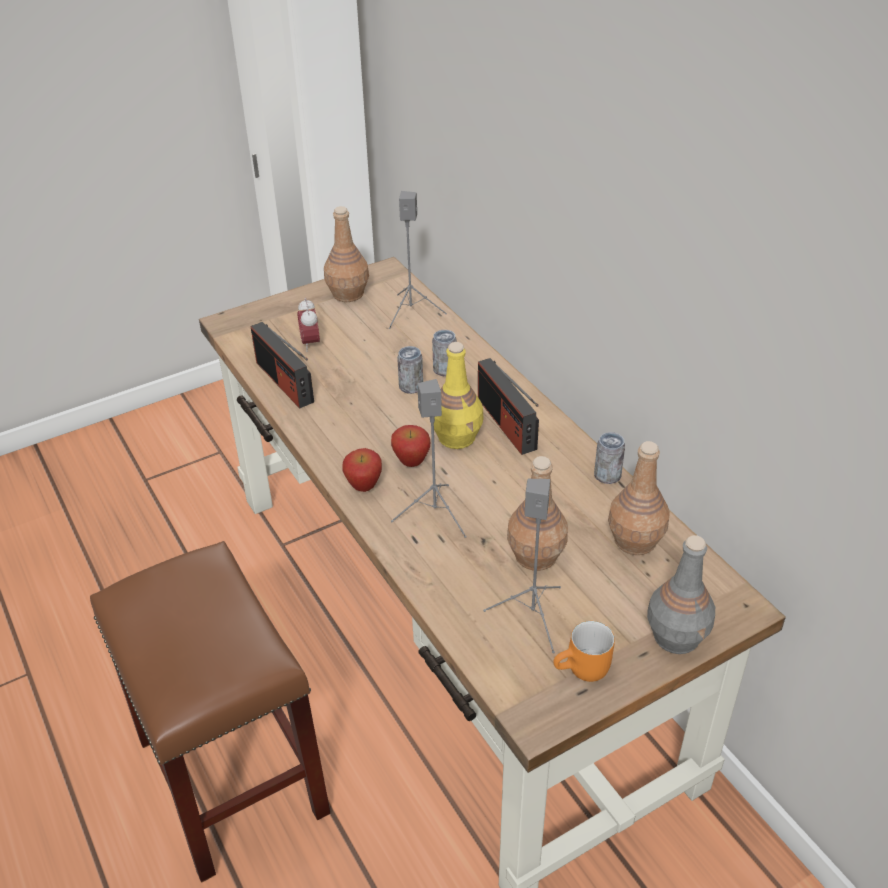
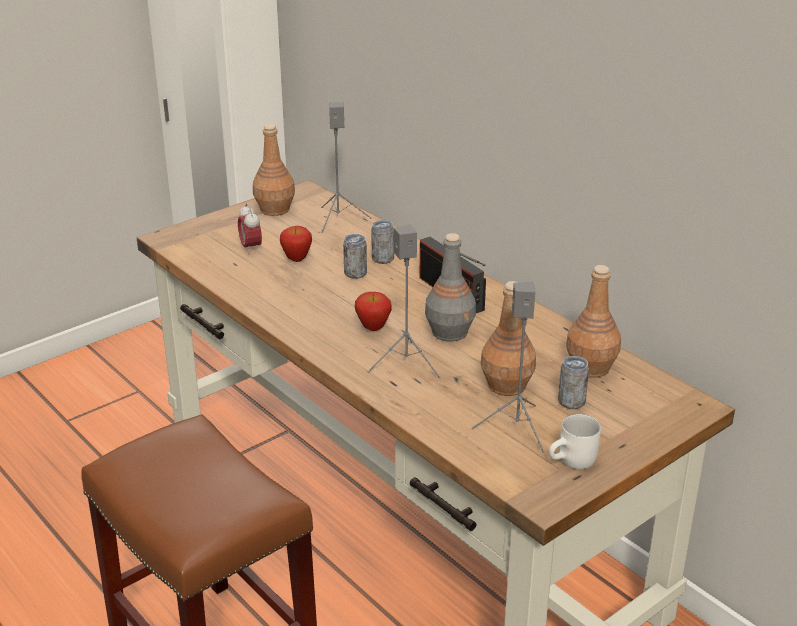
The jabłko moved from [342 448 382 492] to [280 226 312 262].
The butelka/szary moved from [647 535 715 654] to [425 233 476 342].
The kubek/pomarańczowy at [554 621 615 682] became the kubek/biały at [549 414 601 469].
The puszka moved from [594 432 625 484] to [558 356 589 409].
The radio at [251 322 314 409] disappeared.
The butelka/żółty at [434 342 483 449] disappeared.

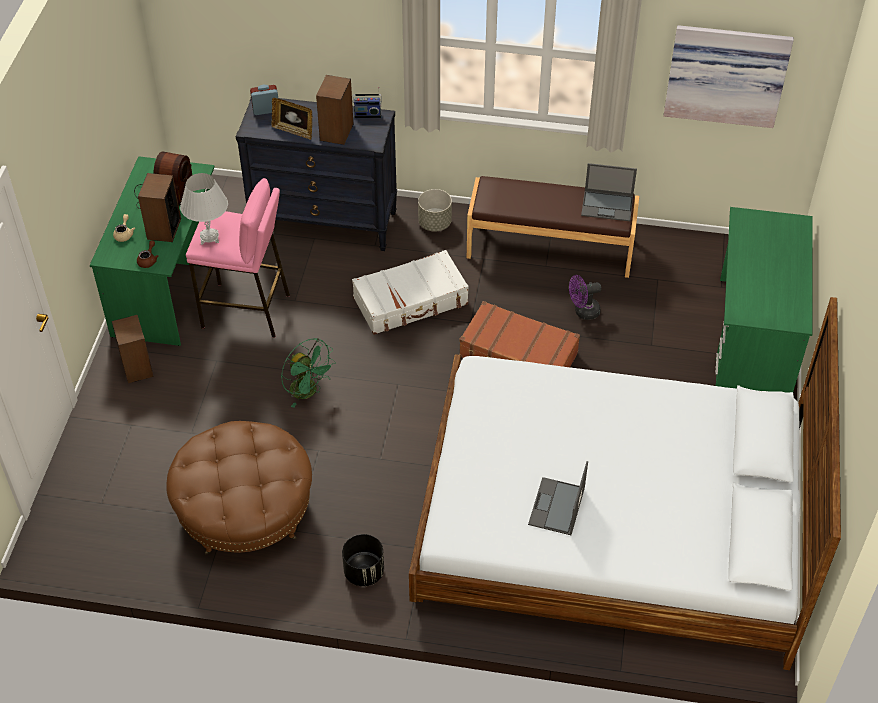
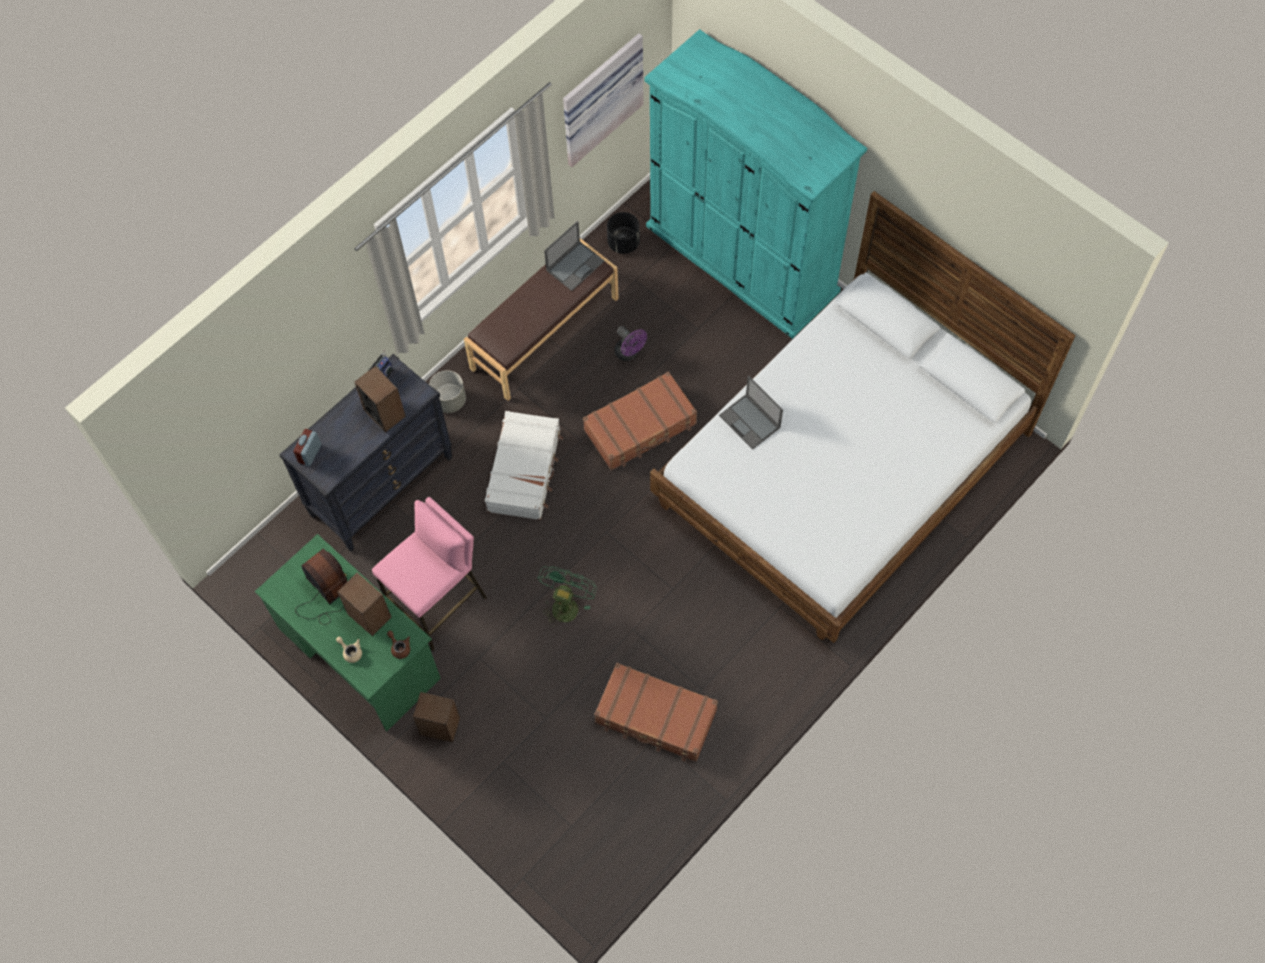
The wentylator/zielony at [281 338 336 408] turned 60 degrees counterclockwise.
The pufa/brązowy at [166 421 312 554] was replaced by the walizka/brązowy at [594 663 718 762].
The donica/czarny moved from [342 534 384 586] to [607 212 640 254].
The wentylator/fioletowy at [569 275 601 320] turned 60 degrees counterclockwise.
The biurko/zielony at [715 207 813 393] was replaced by the szafa/turkusowy at [644 29 867 339].
The laptop moved from [528 461 588 535] to [719 376 783 450].
The lampa stołowa/biały at [180 173 228 245] disappeared.
The ramka na zdjęcie at [271 98 312 140] disappeared.

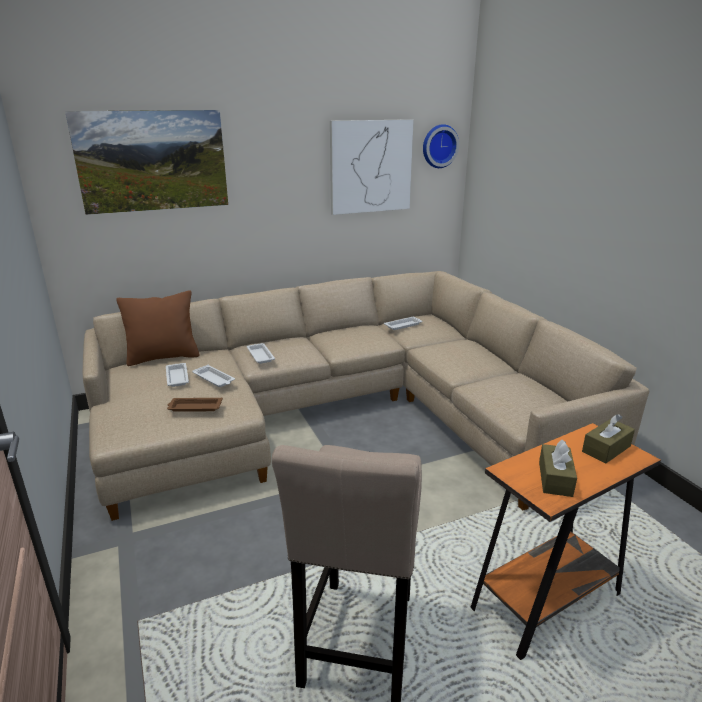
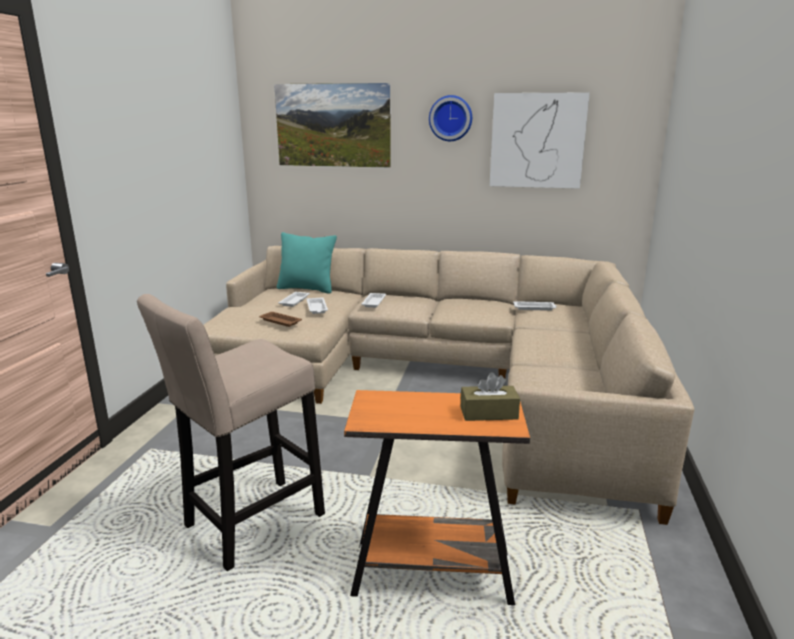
The poduszka/brązowy at [116 290 200 366] became the poduszka/turkusowy at [277 232 337 294].
The zegar ścienny moved from [423 124 459 168] to [429 95 472 141].
The pudełko chusteczek/brązowy at [539 439 577 497] disappeared.

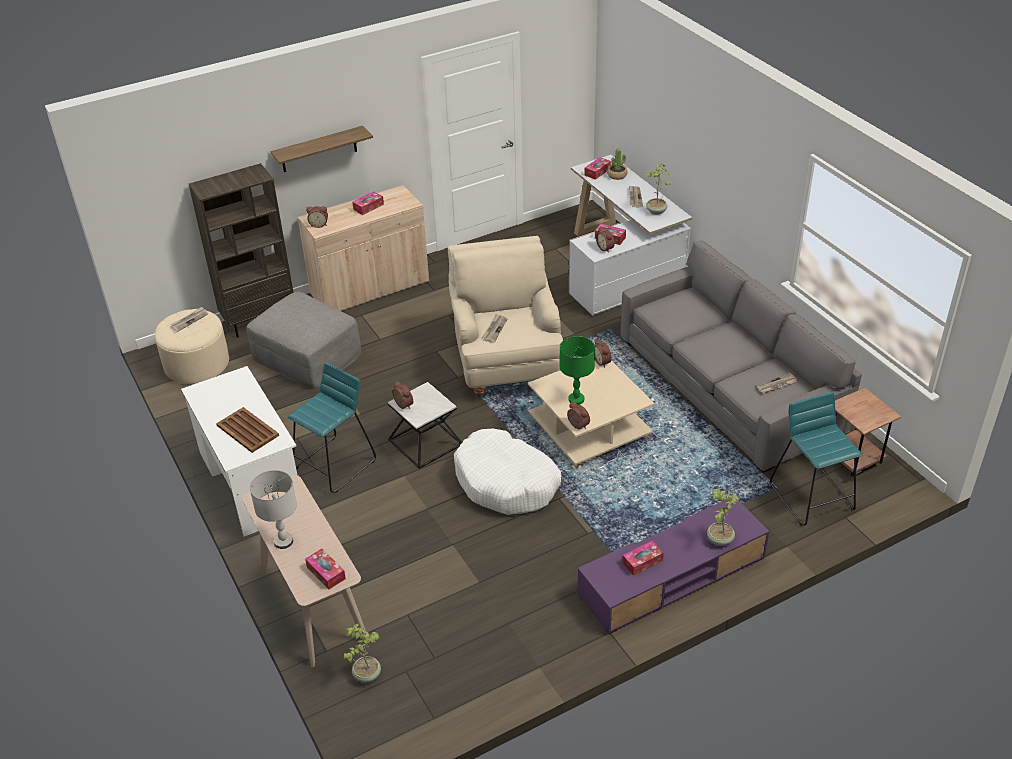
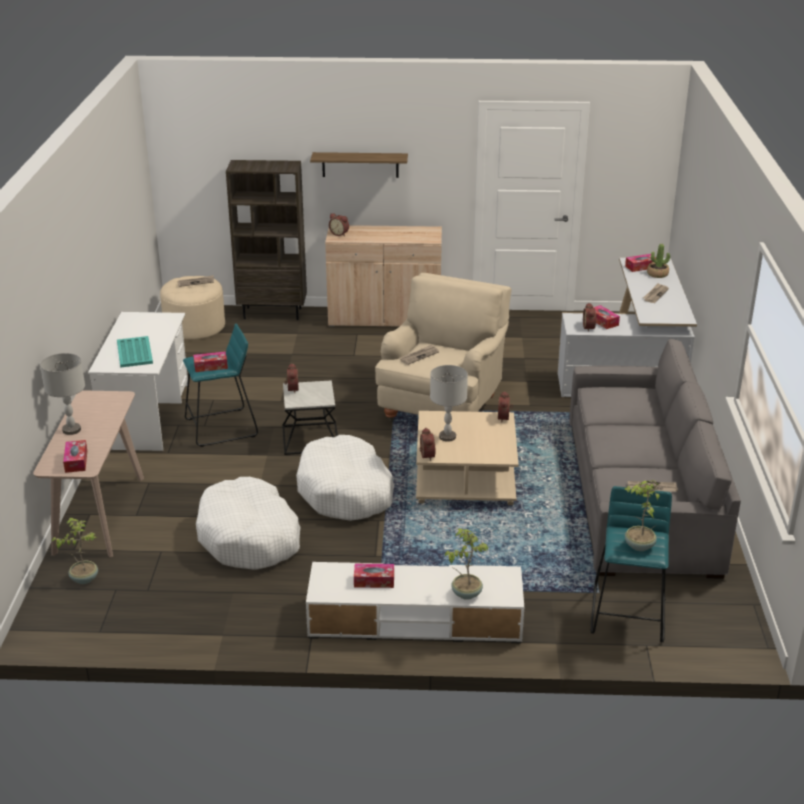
The taca/brązowy at [216 407 279 453] became the taca/turkusowy at [117 336 153 368].
The pudełko chusteczek moved from [353 191 384 215] to [193 352 228 372].
The legowisko/biały at [196 477 300 570] appeared.
The szafka pod telewizor/fioletowy at [578 499 770 634] became the szafka pod telewizor/biały at [306 562 524 643].
The lampa stołowa/zielony at [559 336 595 405] became the lampa stołowa/szary at [430 365 468 442].
The roślina doniczkowa moved from [644 163 671 215] to [625 480 660 551].
The pufa/szary at [246 291 362 389] disappeared.
The stolik/brązowy at [835 387 901 477] disappeared.

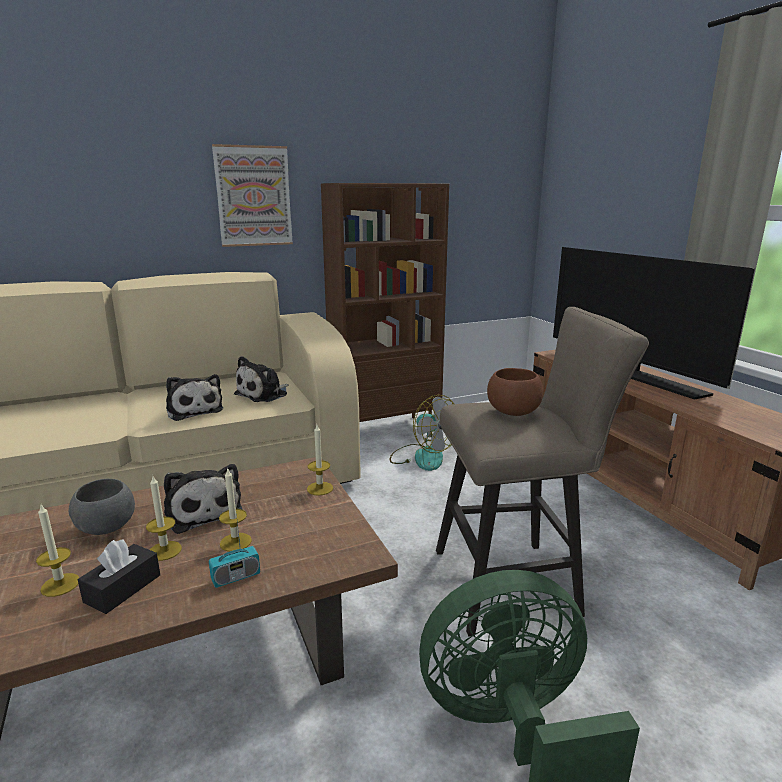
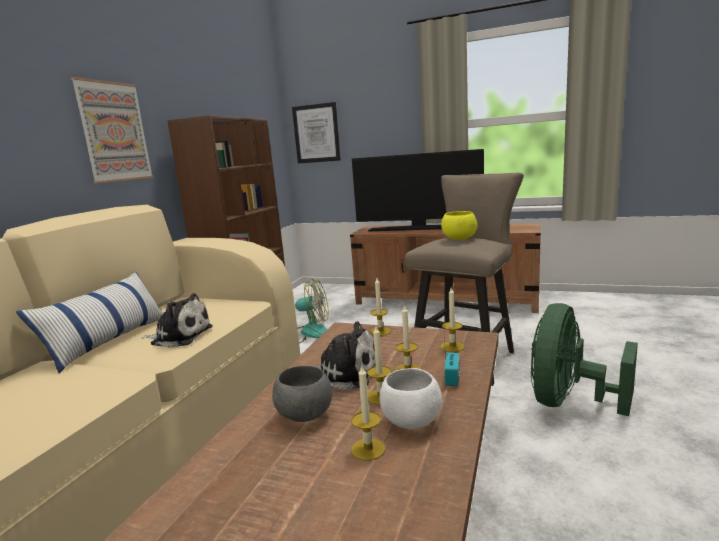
The poduszka at [16 272 163 373] appeared.
The obraz at [292 102 341 163] appeared.
The pudełko chusteczek/czarny at [78 539 160 614] was replaced by the miska/biały at [379 368 442 429].
The miska/brązowy at [487 368 543 416] became the miska/żółty at [441 211 477 240].
The świeca at [441 288 465 352] appeared.
The pluszak at [234 356 289 402] disappeared.

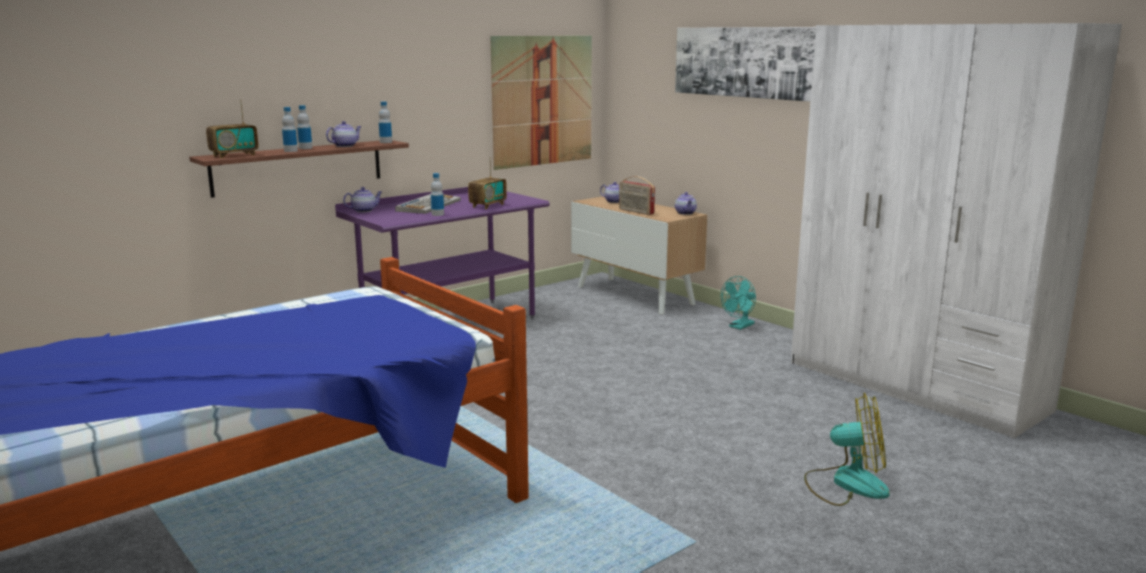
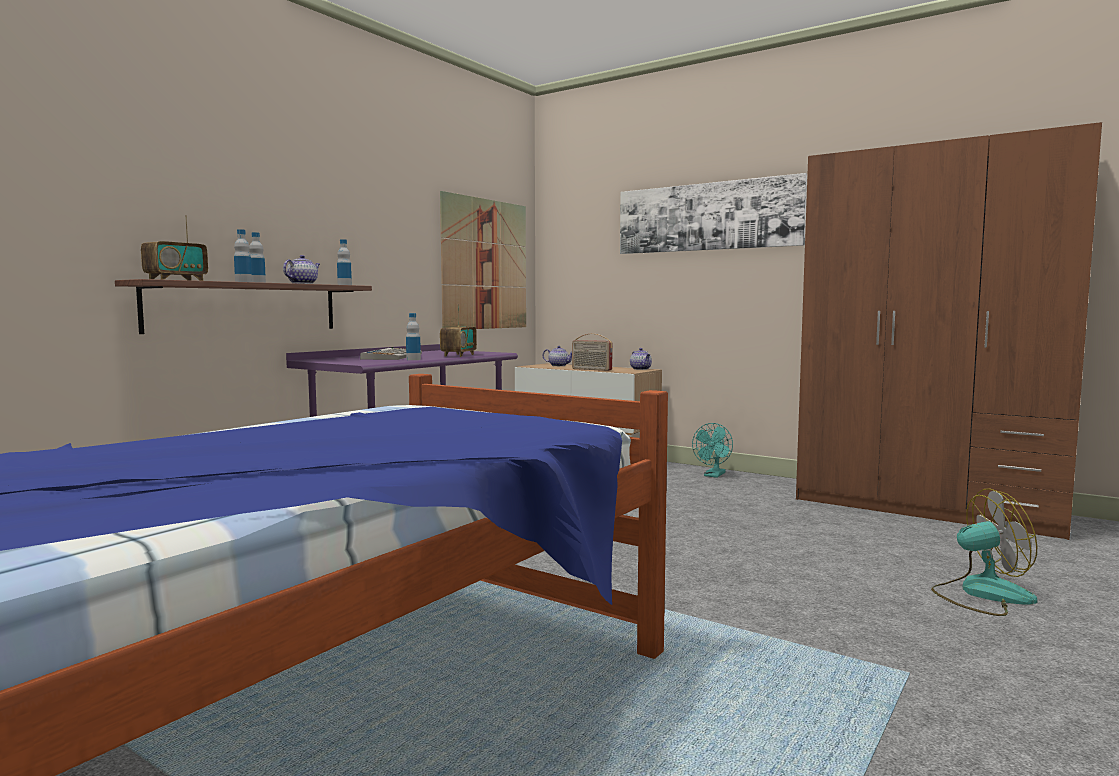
The szafa/biały at [791 23 1122 439] became the szafa/brązowy at [796 122 1102 540].
The imbryk at [343 187 382 212] disappeared.

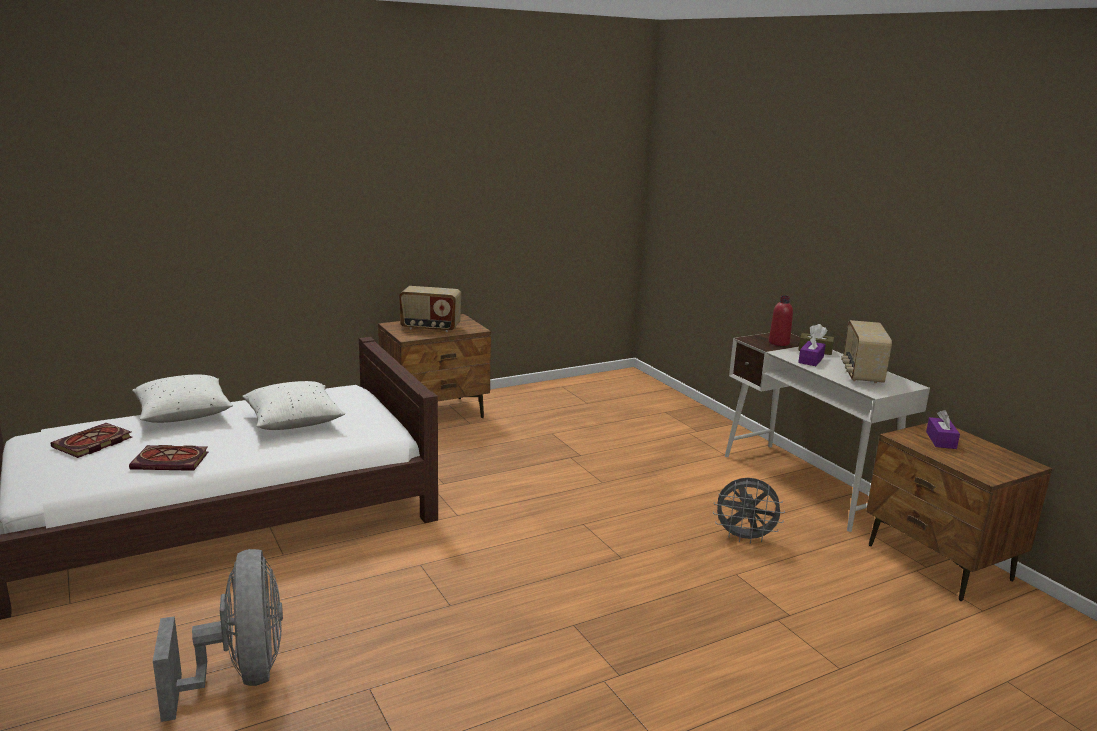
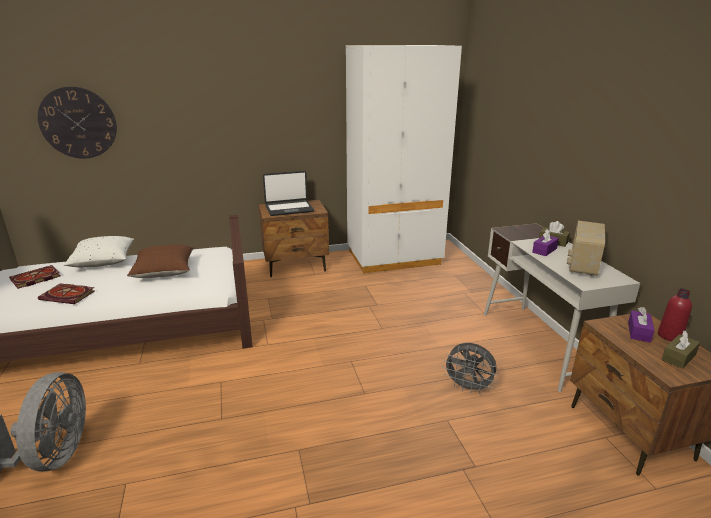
The zegar ścienny at [38 86 117 159] appeared.
The poduszka/biały at [242 381 345 430] became the poduszka/brązowy at [127 245 194 278].
The radio at [399 286 461 332] was replaced by the laptop at [263 171 314 216].
The szafa/biały at [346 45 462 274] appeared.
The butelka/czerwony moved from [769 295 793 346] to [658 288 692 341].
The pudełko chusteczek/brązowy at [662 330 700 369] appeared.

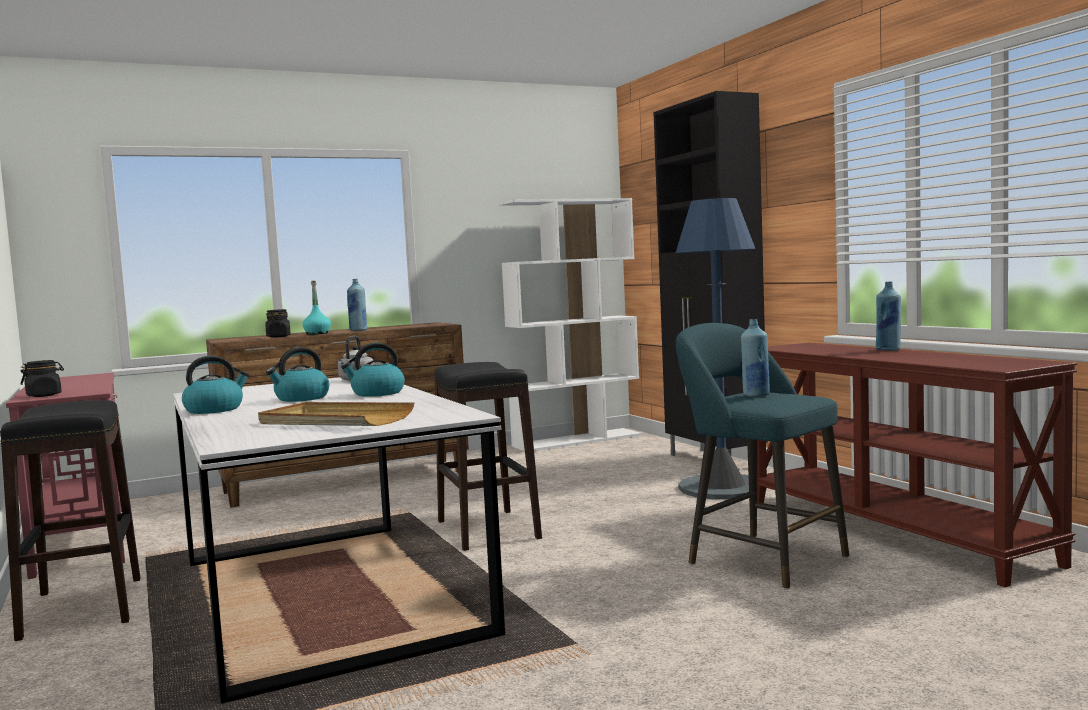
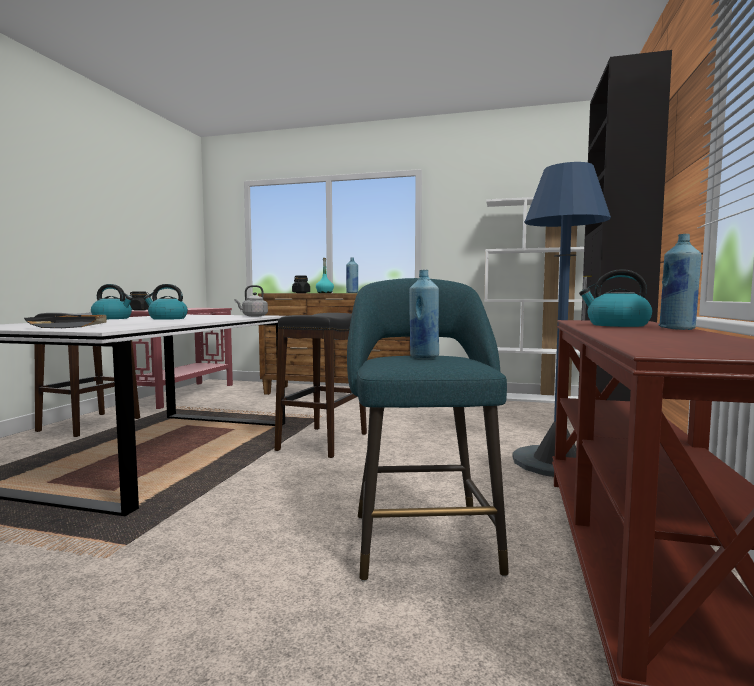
The taca/beżowy at [258 402 414 426] became the taca/czarny at [24 315 107 328].
The czajnik moved from [341 343 405 397] to [579 269 652 327].

